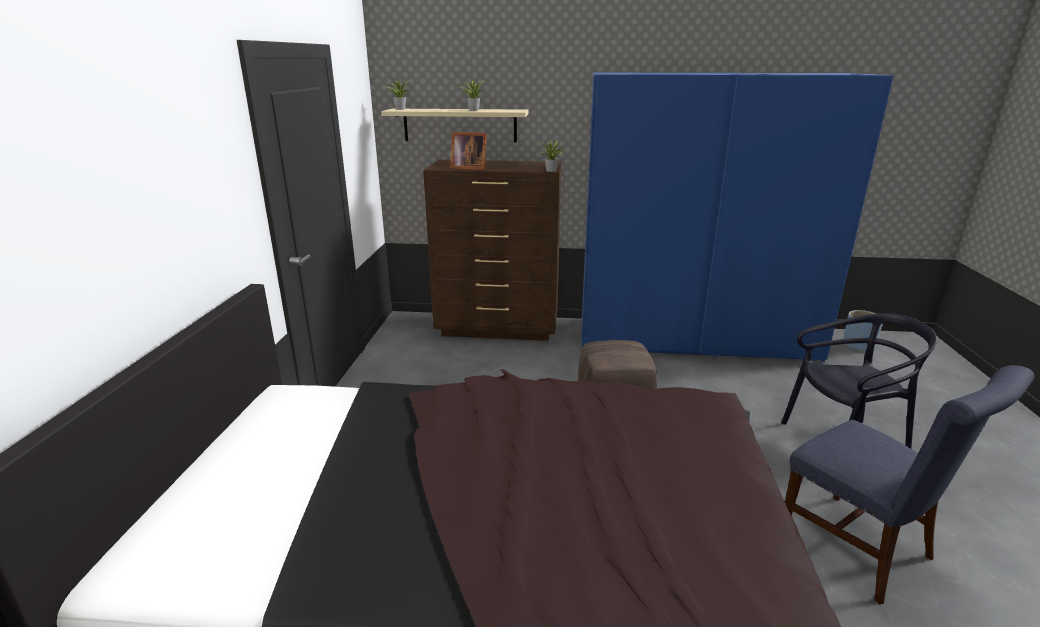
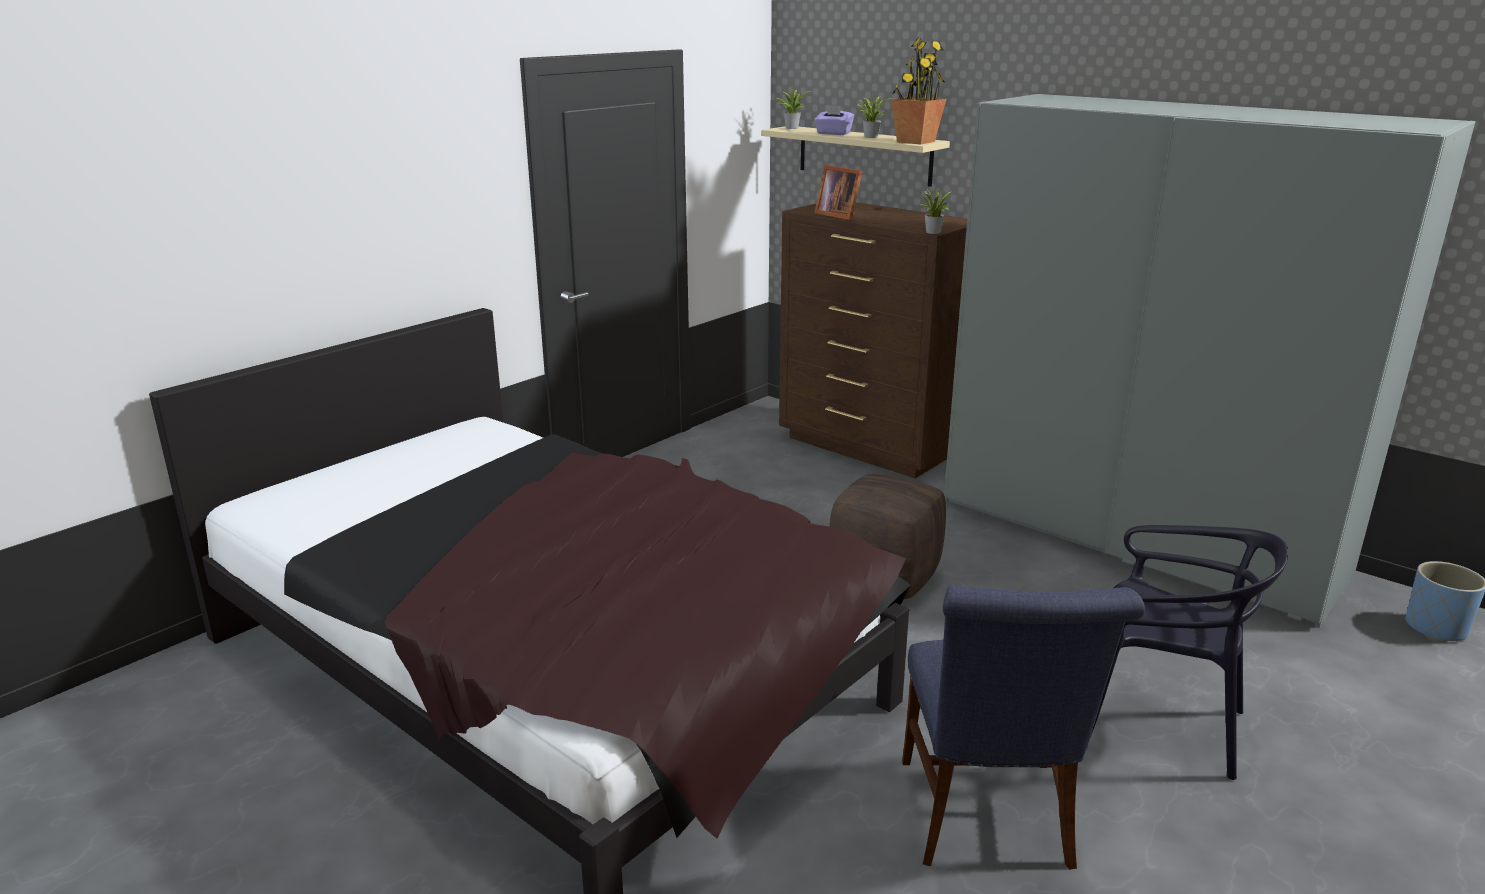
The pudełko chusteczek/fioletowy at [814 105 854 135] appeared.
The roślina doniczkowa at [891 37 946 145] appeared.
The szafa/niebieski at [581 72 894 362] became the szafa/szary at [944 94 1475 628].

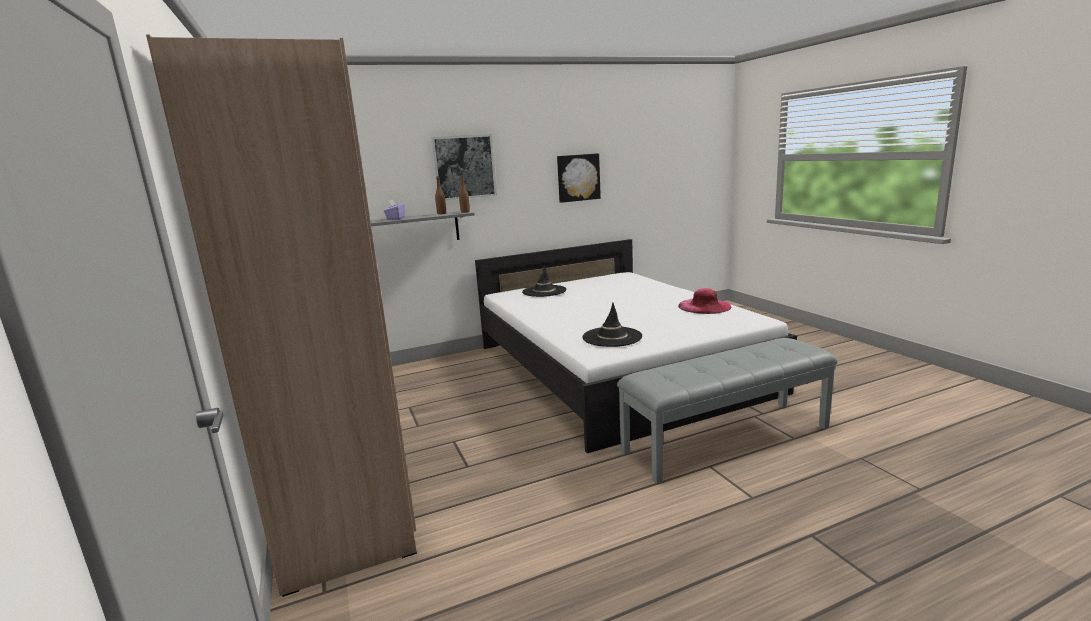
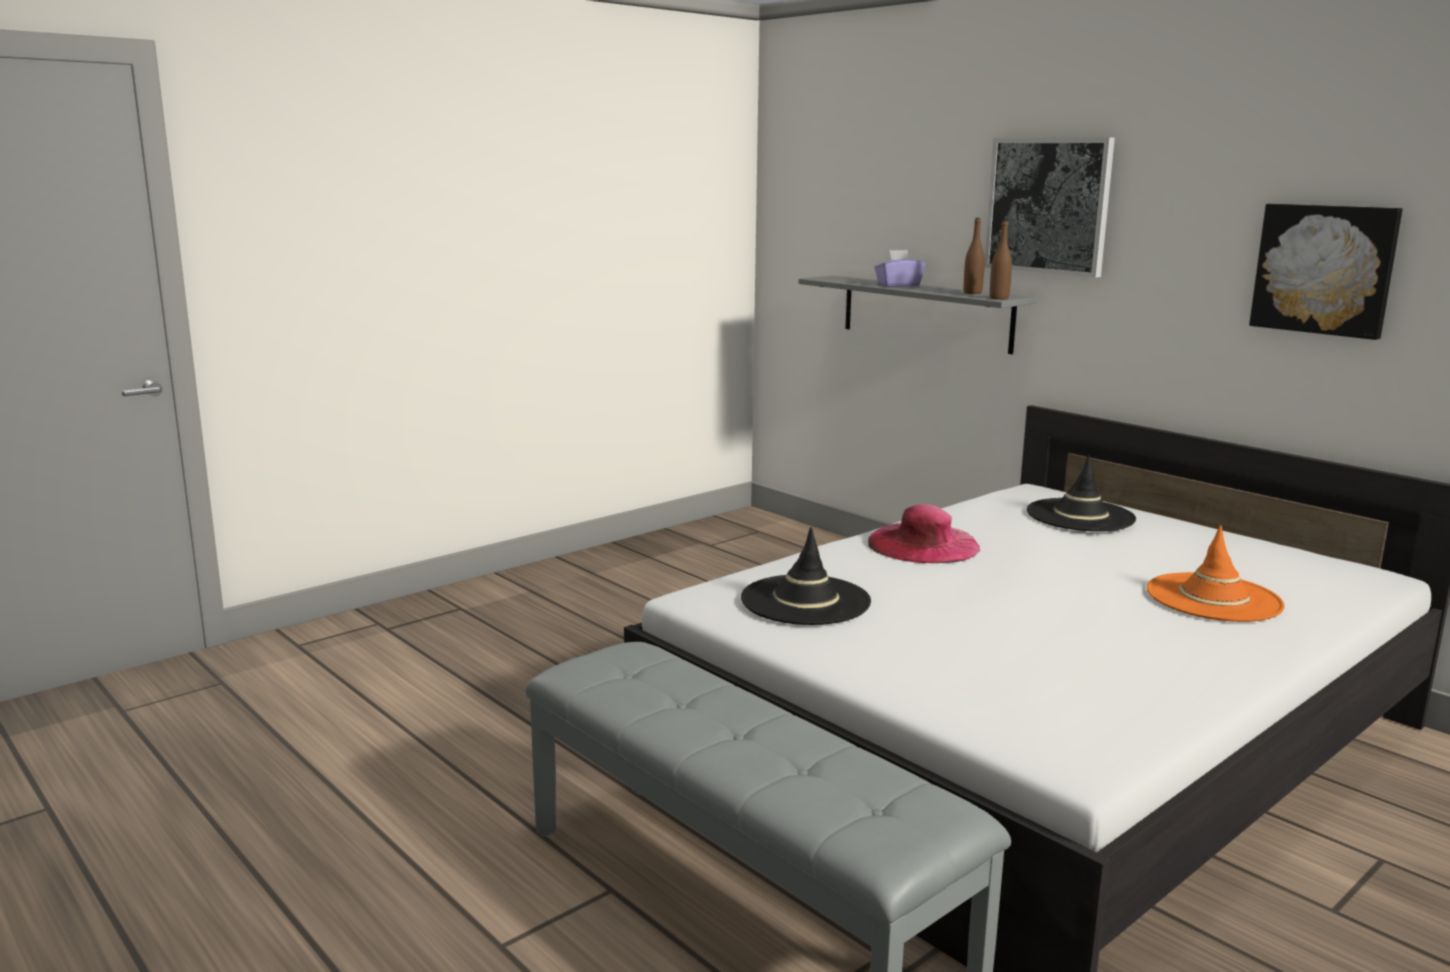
The kapelusz/różowy moved from [678 288 731 314] to [868 504 980 563].
The kapelusz/pomarańczowy at [1147 525 1285 622] appeared.
The szafa/beżowy at [146 34 417 597] disappeared.

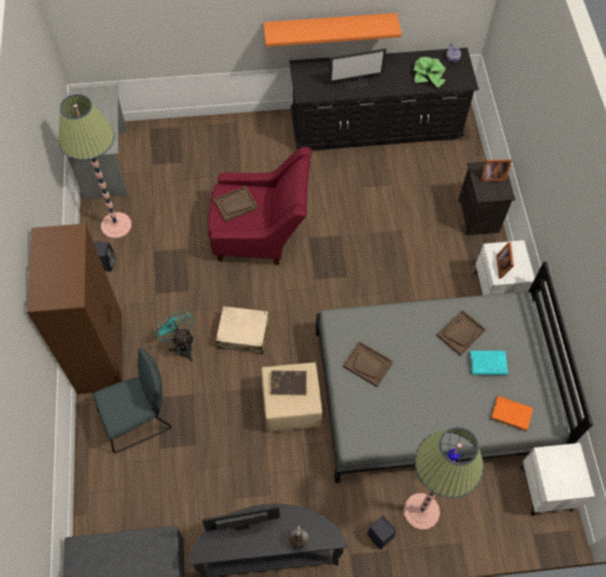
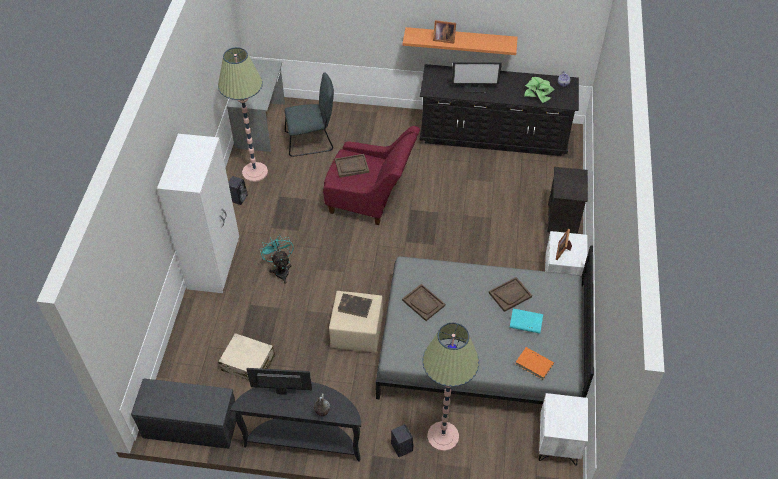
The szafa/brązowy at [27 223 122 394] became the szafa/biały at [157 134 239 293].
The walizka/beżowy moved from [216 306 270 354] to [218 333 275 380].
The krzesło/szary moved from [92 348 171 453] to [285 72 334 157].
The ramka na zdjęcie moved from [481 159 512 181] to [433 20 456 44].

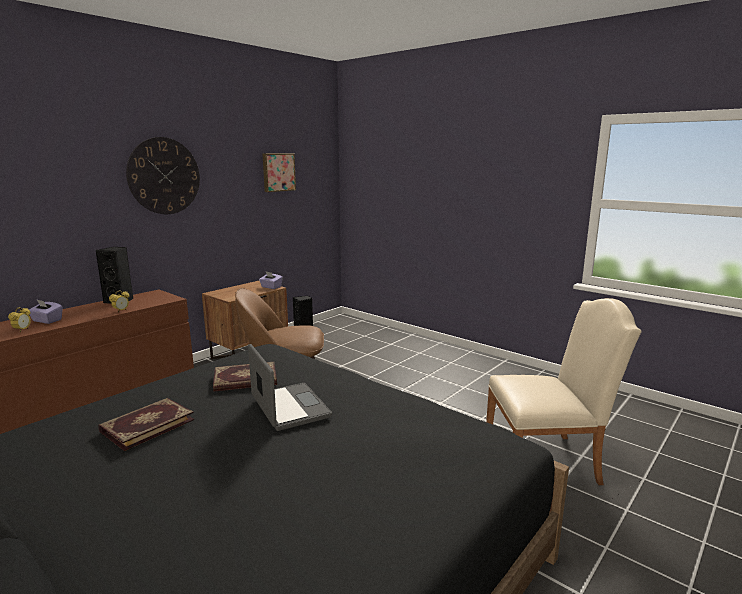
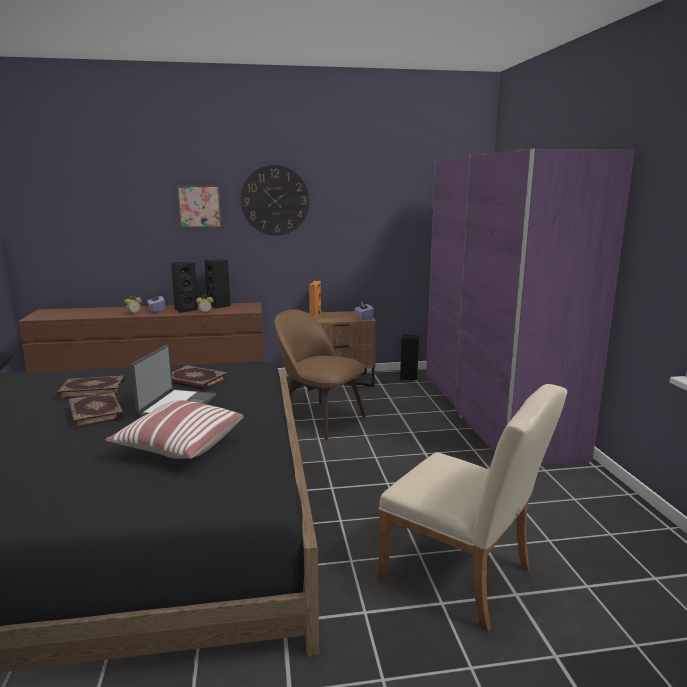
The książka at [69 392 125 428] appeared.
The poduszka at [106 400 244 459] appeared.
The głośnik/czarny at [171 262 198 313] appeared.
The obraz moved from [263 154 296 192] to [177 185 222 228].
The głośnik/pomarańczowy at [309 281 321 318] appeared.
The szafa/fioletowy at [426 149 634 466] appeared.

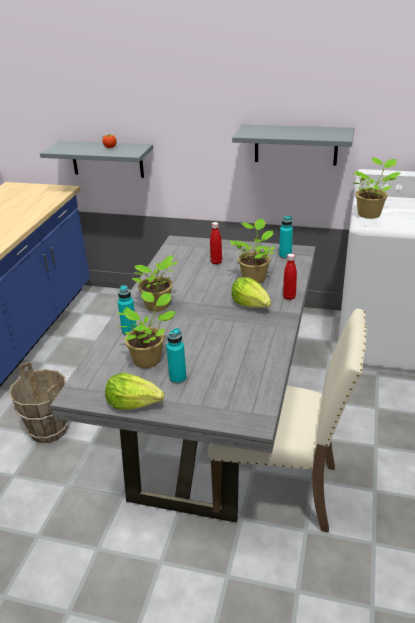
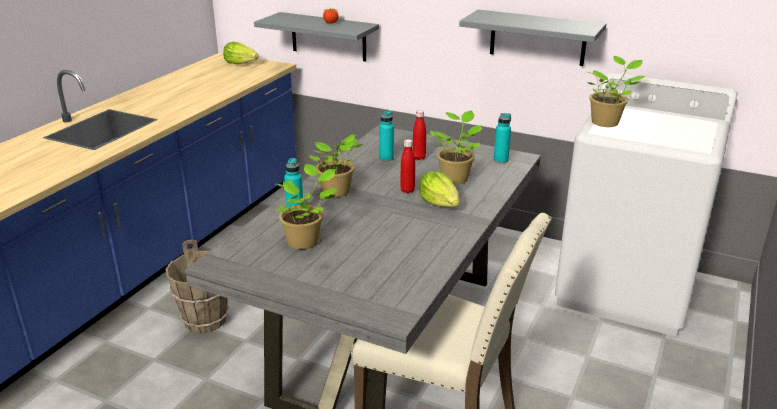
The sałata moved from [105 373 165 409] to [223 42 259 64].
The butelka/turkusowy moved from [166 328 187 384] to [379 111 394 162].
The butelka/czerwony moved from [283 254 297 300] to [400 139 415 193].

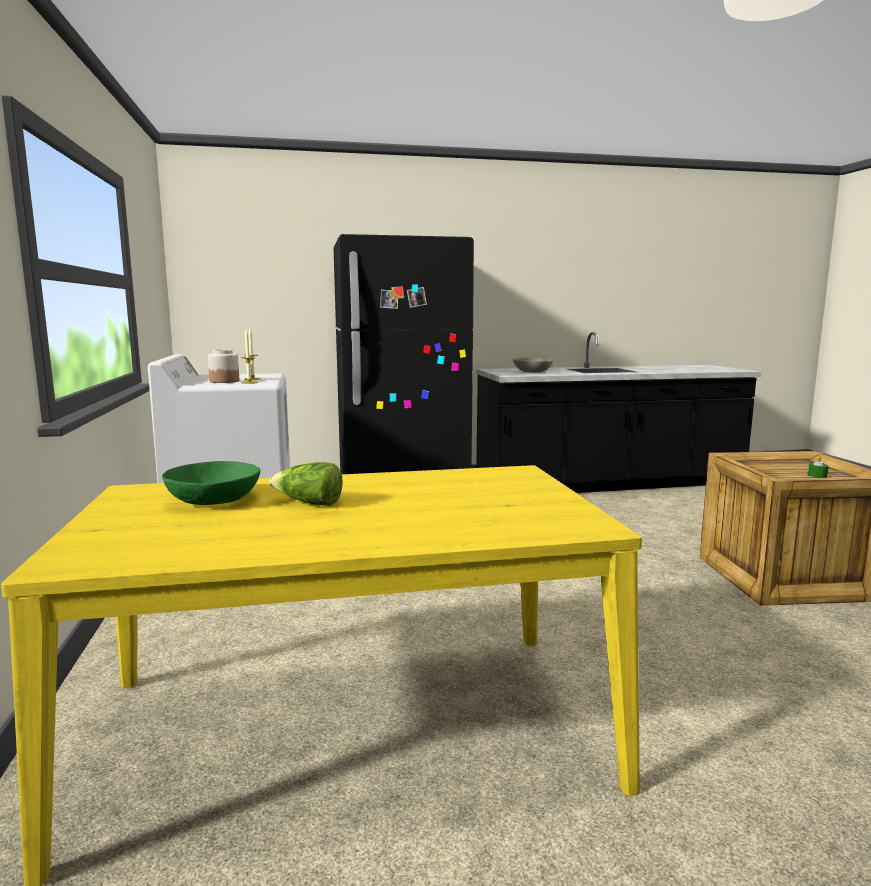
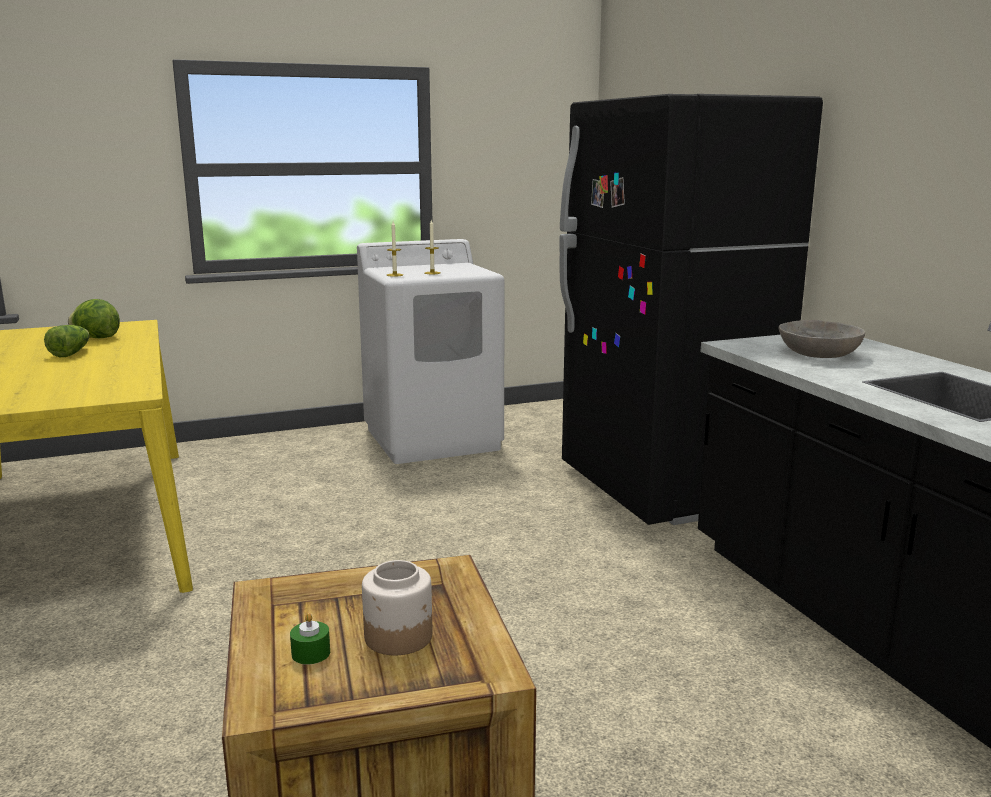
The miska/zielony at [162 461 260 505] was replaced by the sałata at [68 299 120 338].
The słoik moved from [208 349 239 383] to [362 560 432 655].

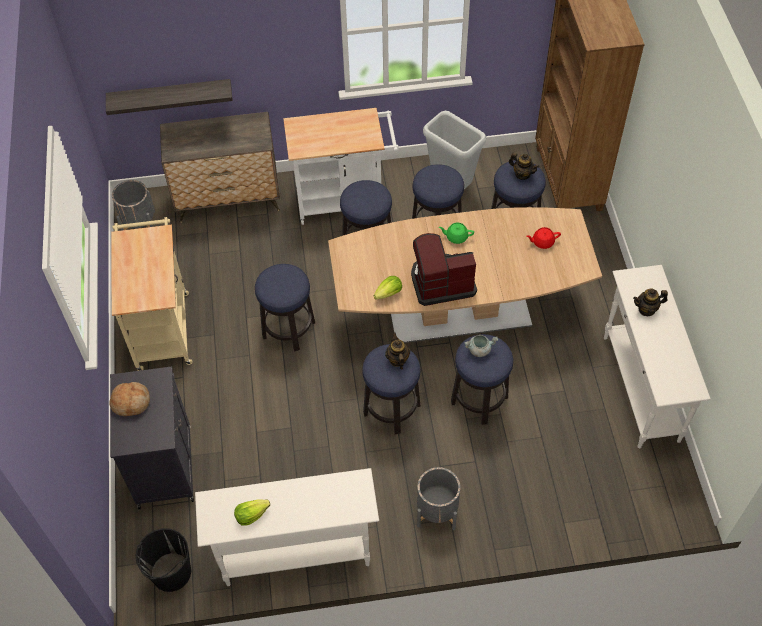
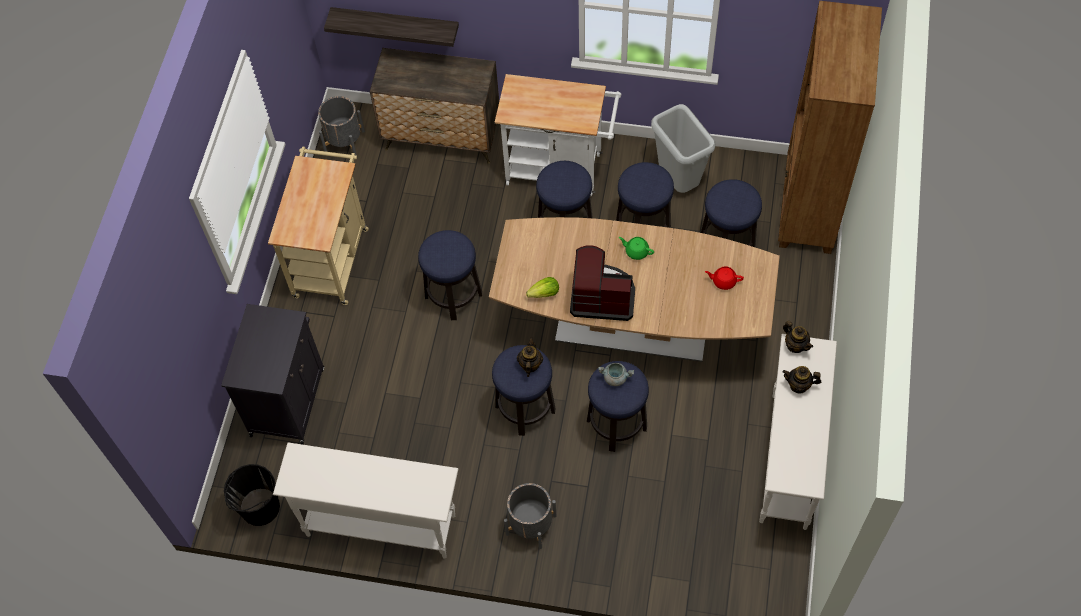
The imbryk moved from [509 152 539 180] to [783 321 813 353].
The chleb at [109 382 150 416] disappeared.
The sałata at [234 500 270 526] disappeared.

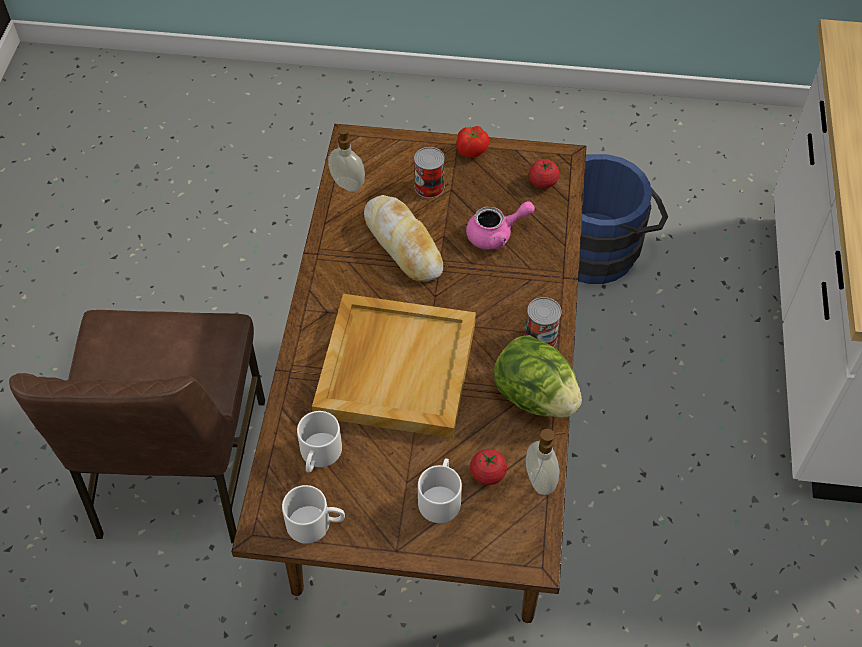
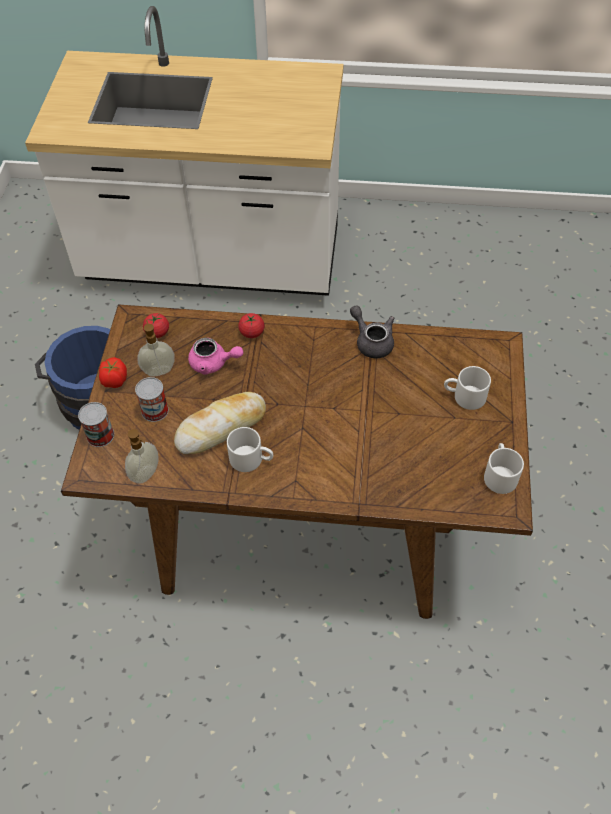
The puszka moved from [524 297 561 347] to [78 402 114 447].
The dozownik mydła moved from [526 429 565 495] to [137 320 175 377].
The imbryk/różowy at [466 201 535 249] turned 120 degrees clockwise.
The kubek/biały moved from [297 411 342 473] to [227 427 273 472].
The pomidor moved from [470 449 507 485] to [238 313 265 338].
The sałata at [493 335 582 418] was replaced by the imbryk/szary at [350 305 394 358].
The krzesło/brązowy at [9 310 265 543] disappeared.
The taca/beżowy at [312 294 476 438] disappeared.

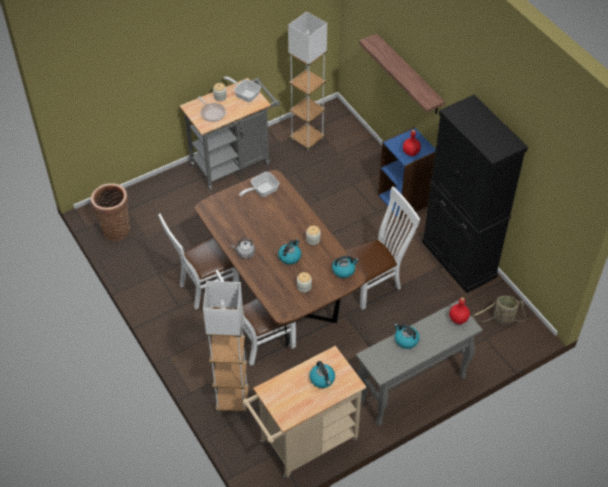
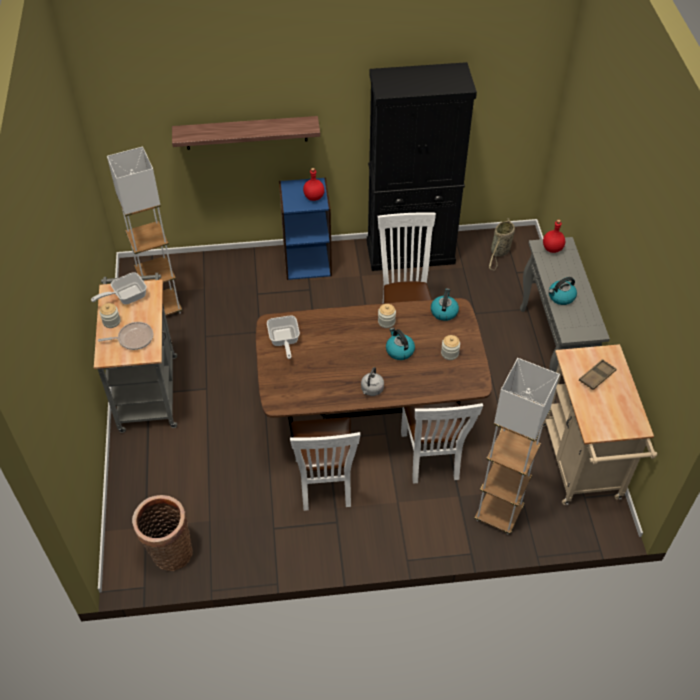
The czajnik at [309 361 335 388] was replaced by the taca/brązowy at [579 359 616 390].

